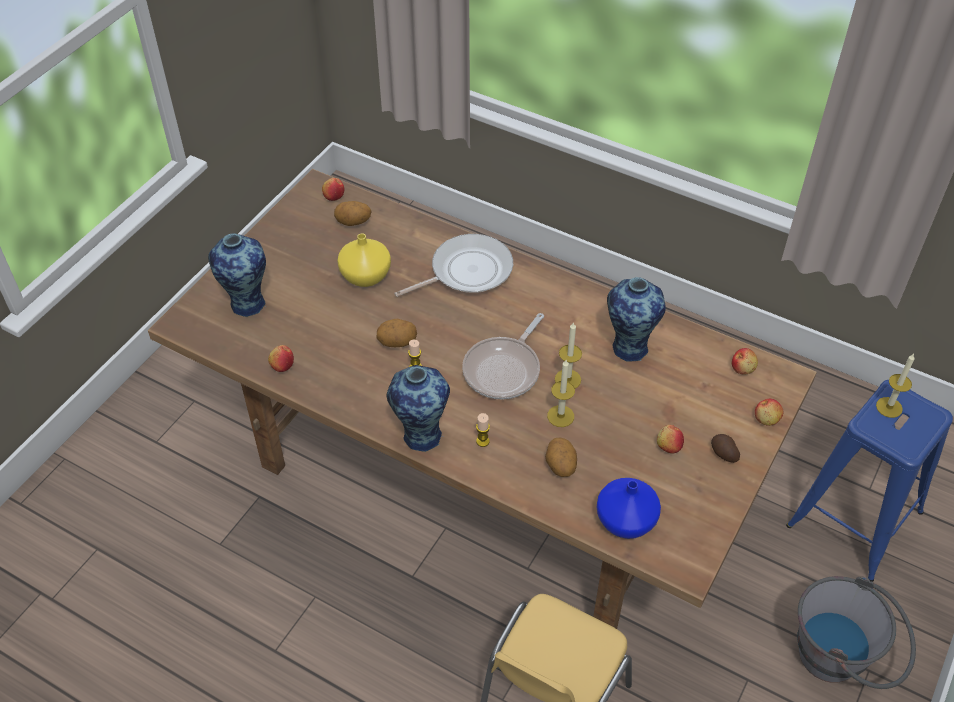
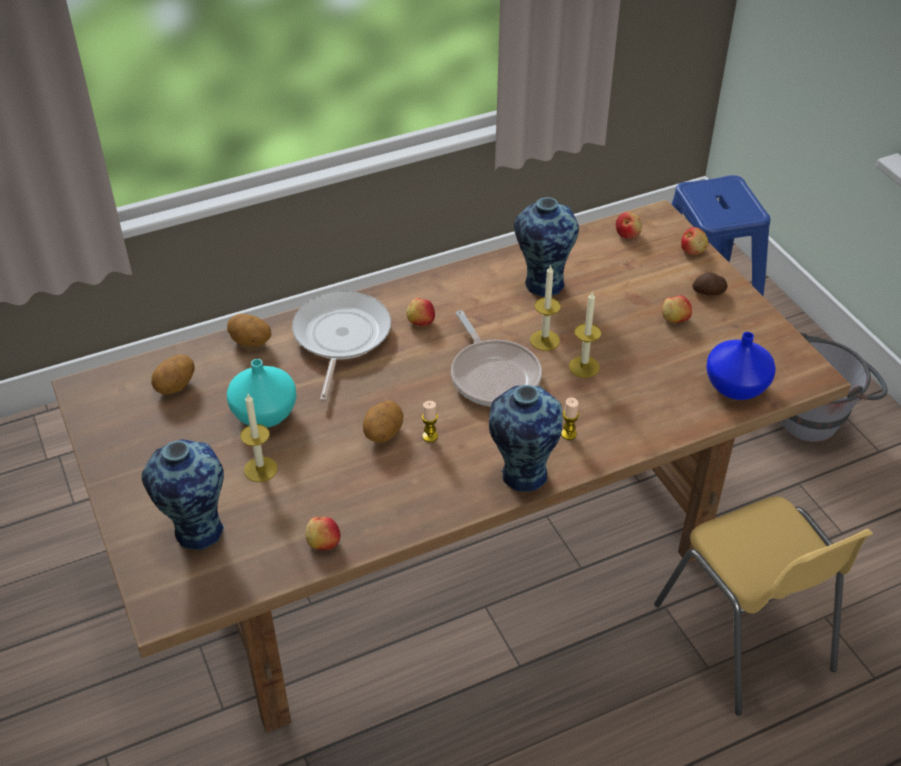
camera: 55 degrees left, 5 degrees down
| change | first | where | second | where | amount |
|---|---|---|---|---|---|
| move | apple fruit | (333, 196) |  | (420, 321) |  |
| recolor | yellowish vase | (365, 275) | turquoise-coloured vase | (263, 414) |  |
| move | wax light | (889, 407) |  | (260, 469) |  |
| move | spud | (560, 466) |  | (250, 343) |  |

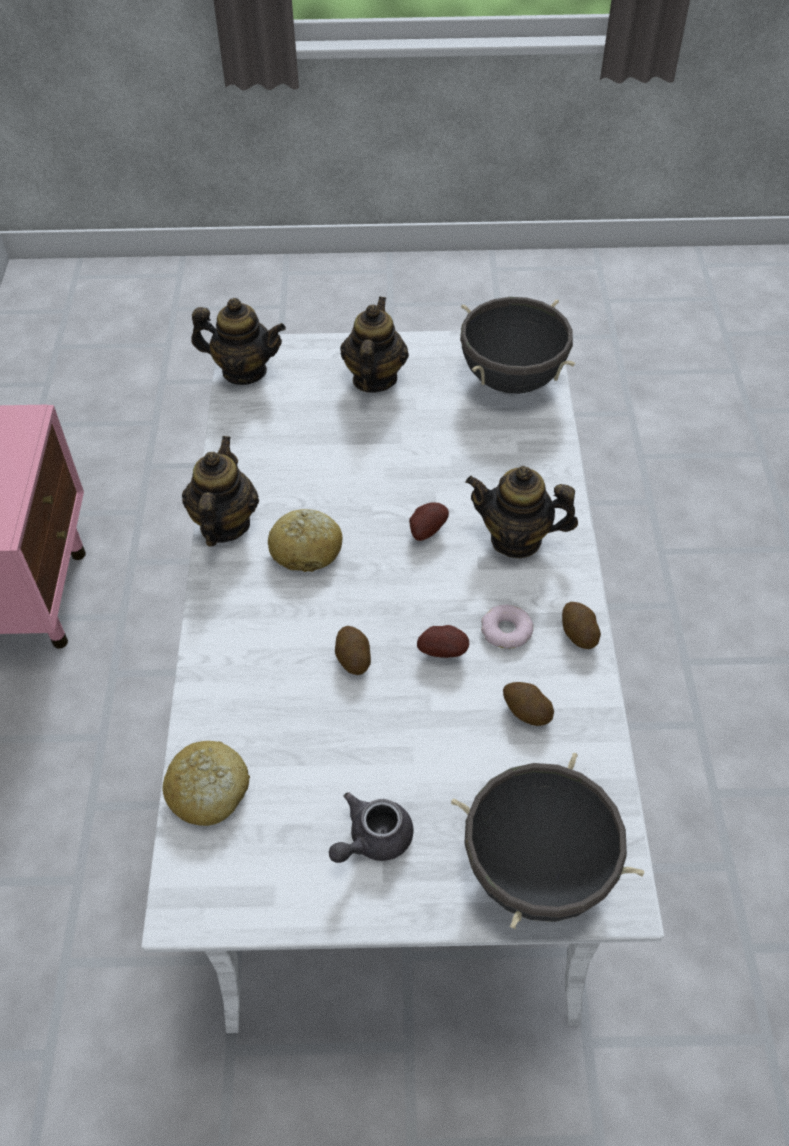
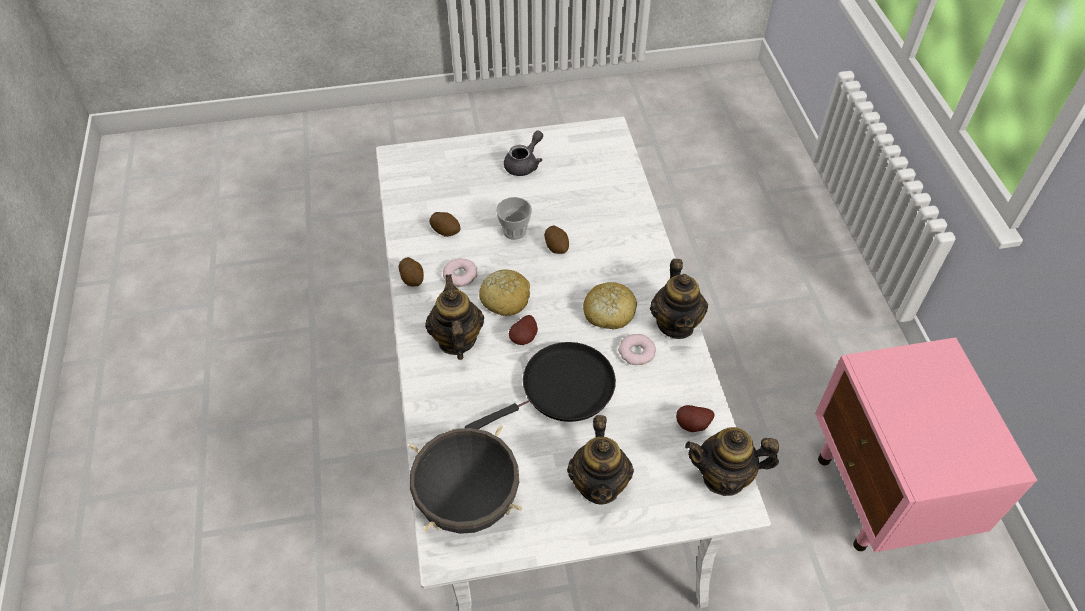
camera: 170 degrees right, 0 degrees up
| change | first | where | second | where | amount |
|---|---|---|---|---|---|
| rotate | tea pot | (516, 539) |  | (456, 340) | 105 degrees counterclockwise |
| move | spud | (443, 650) |  | (693, 426) |  |
| move | bread | (208, 791) |  | (505, 298) |  |
| delete | blackish stockpot | (536, 870) |  |  |  |
| insert |  |  | drinking cup | (514, 231) |  |
| insert |  |  | ring doughnut | (636, 352) |  |
| insert |  |  | blackish pan | (562, 389) |  |

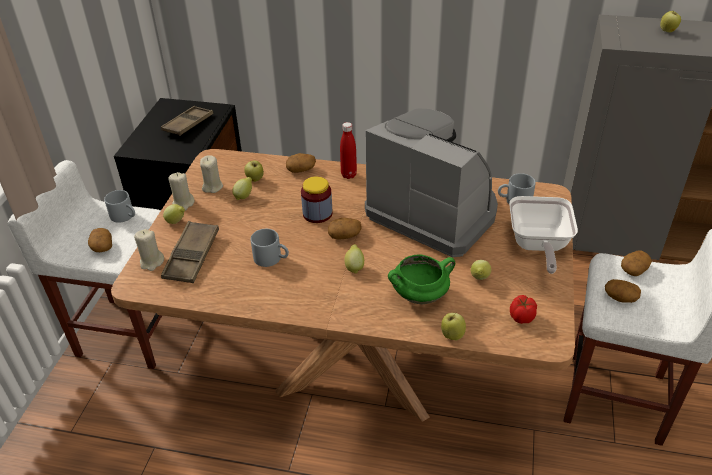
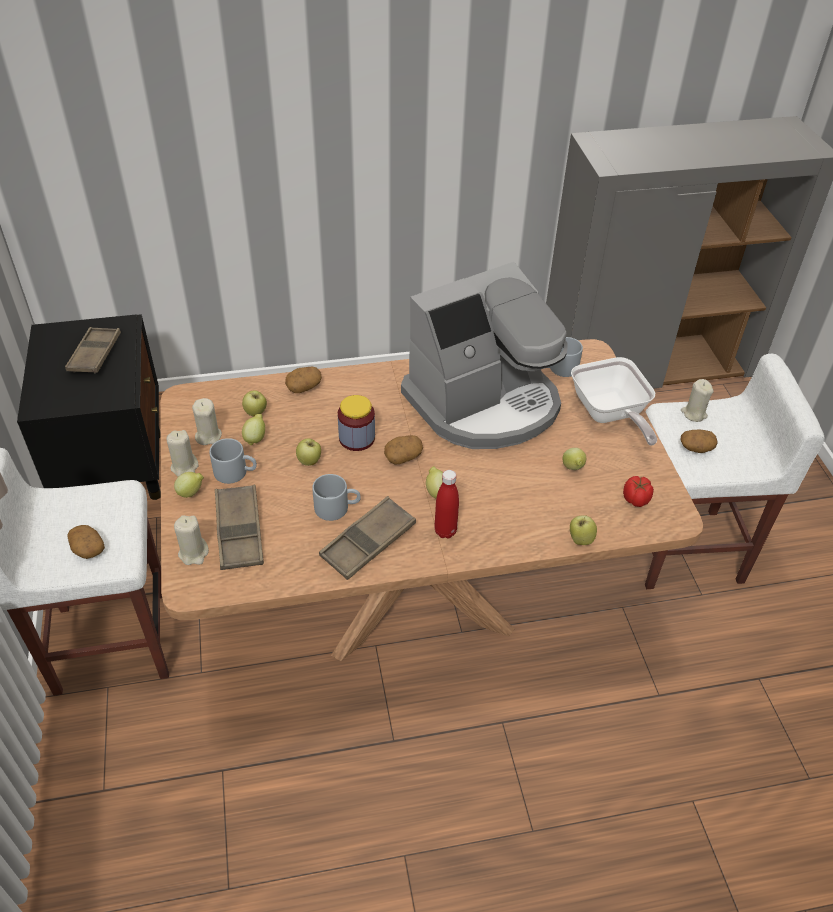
camera: 25 degrees left, 5 degrees up
| change | first | where | second | where | amount |
|---|---|---|---|---|---|
| move | apple fruit | (668, 31) |  | (309, 462) |  |
| rotate | coffee brewer | (434, 212) |  | (484, 403) | 135 degrees clockwise |
| move | reddish drink bottle | (348, 175) |  | (445, 531) |  |
| move | gray coffee mug | (125, 216) |  | (236, 472) |  |
| replace | spud | (634, 269) | sand-coloured wax light | (693, 413) |  |
| delete | green-coloured stockpot | (420, 295) |  |  |  |
| insert |  |  | brown-coloured serving tray | (368, 542) |  |

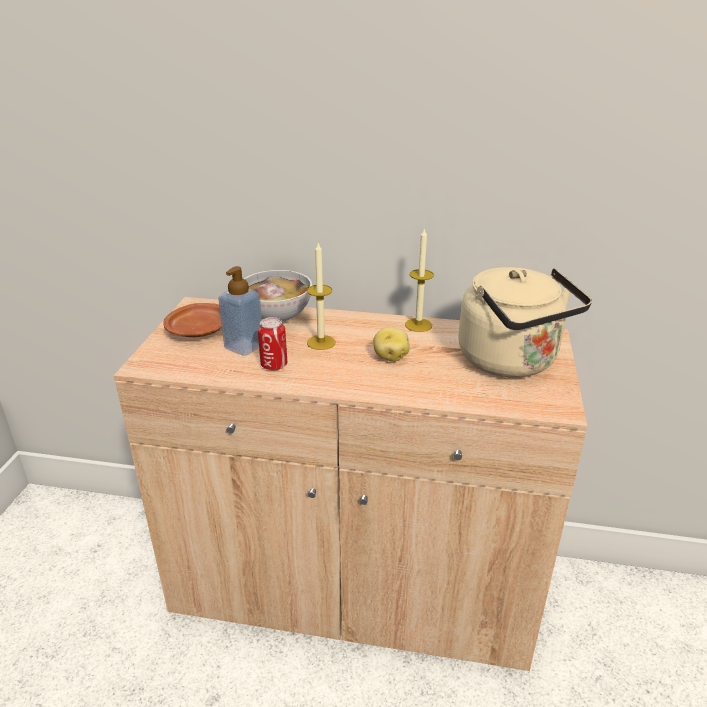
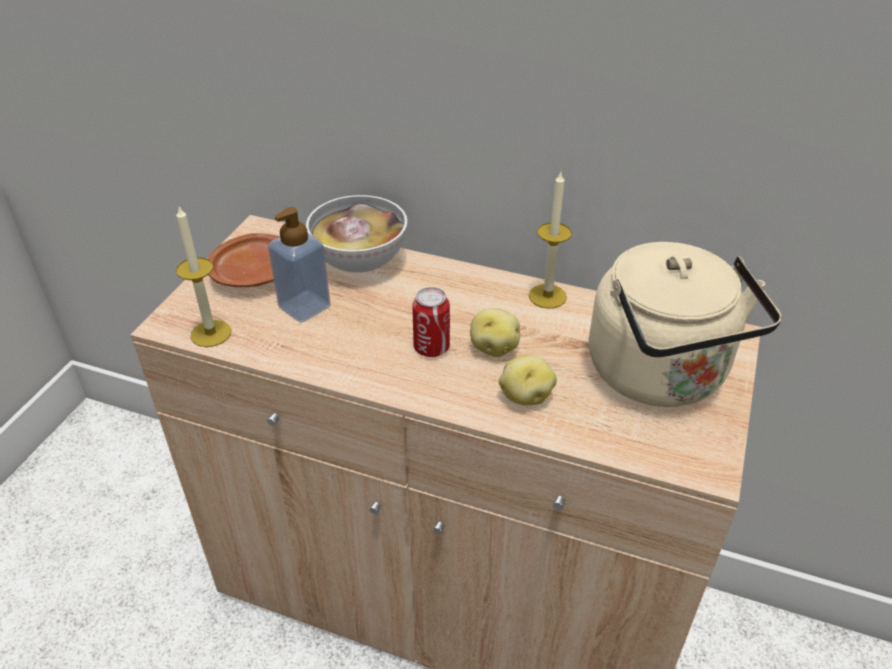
camera: 10 degrees right, 10 degrees up
| change | first | where | second | where | amount |
|---|---|---|---|---|---|
| move | wax light | (321, 342) |  | (211, 333) |  |
| move | can | (274, 365) |  | (431, 347) |  |
| insert |  |  | spud | (525, 395) |  |

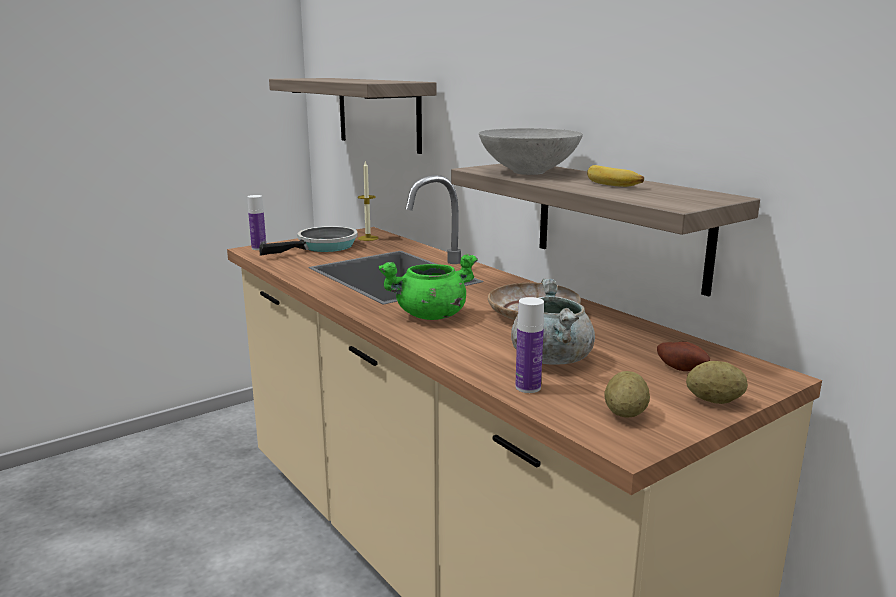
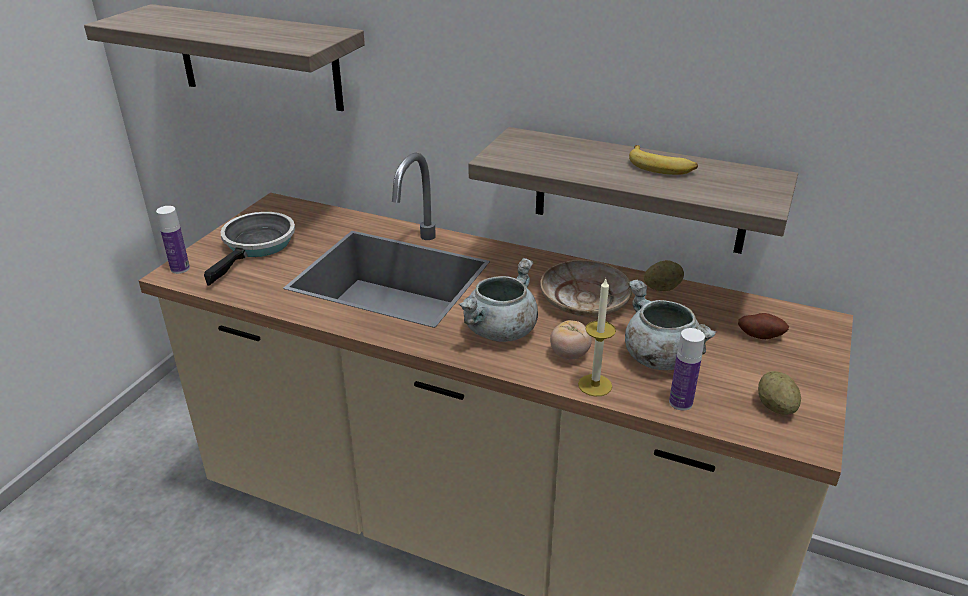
camera: 30 degrees left, 15 degrees up
| change | first | where | second | where | amount |
|---|---|---|---|---|---|
| delete | gray deep dish | (527, 172) |  |  |  |
| move | wax light | (368, 238) |  | (595, 385) |  |
| recolor | green-coloured stockpot | (430, 316) | gray stockpot | (500, 331) |  |
| move | spud | (714, 401) |  | (662, 288) |  |
| insert |  |  | whole tomato | (569, 354) |  |

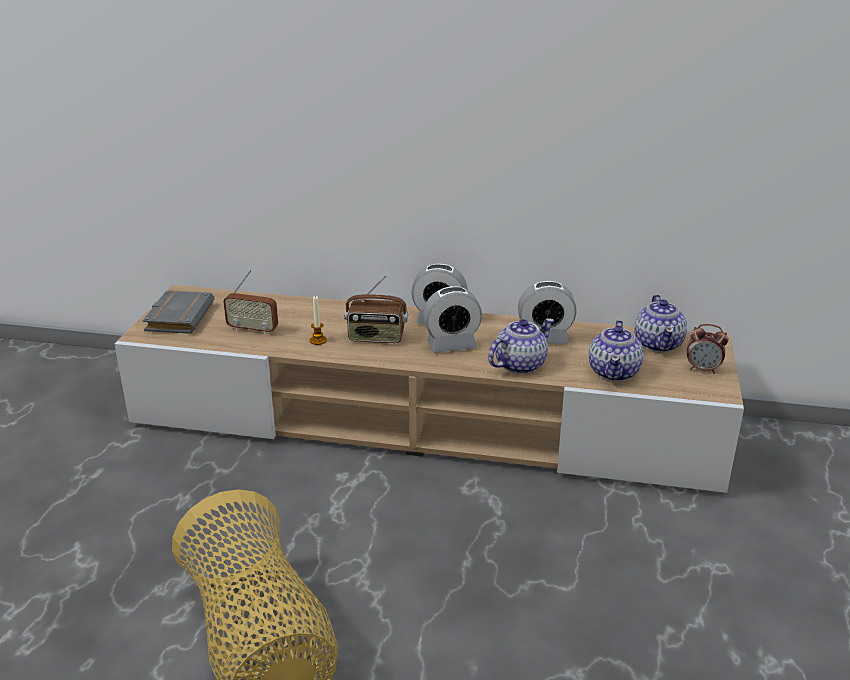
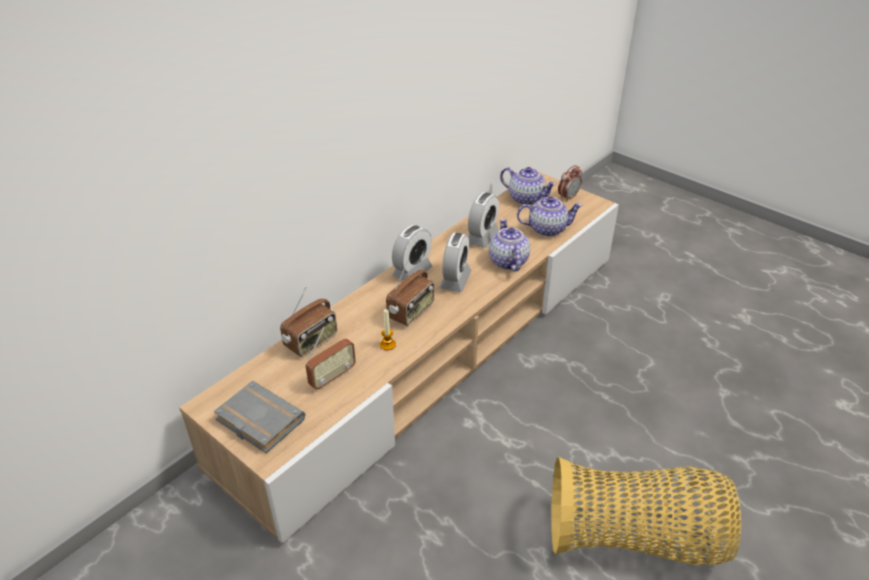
camera: 60 degrees left, 10 degrees up
| change | first | where | second | where | amount |
|---|---|---|---|---|---|
| rotate | tea pot | (614, 372) |  | (546, 229) | 45 degrees counterclockwise |
| insert |  |  | radio receiver | (311, 342) |  |

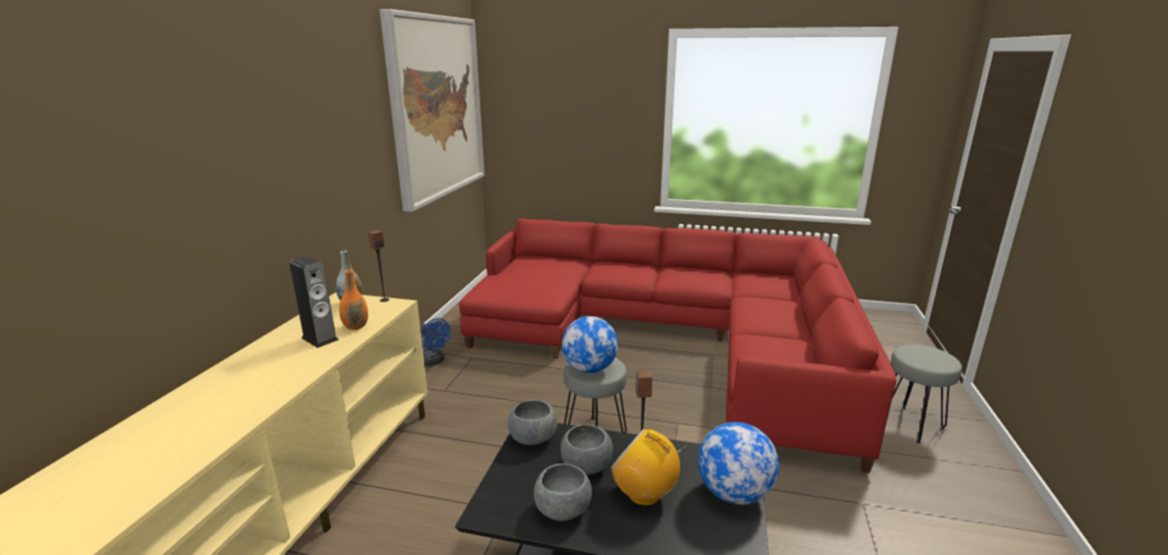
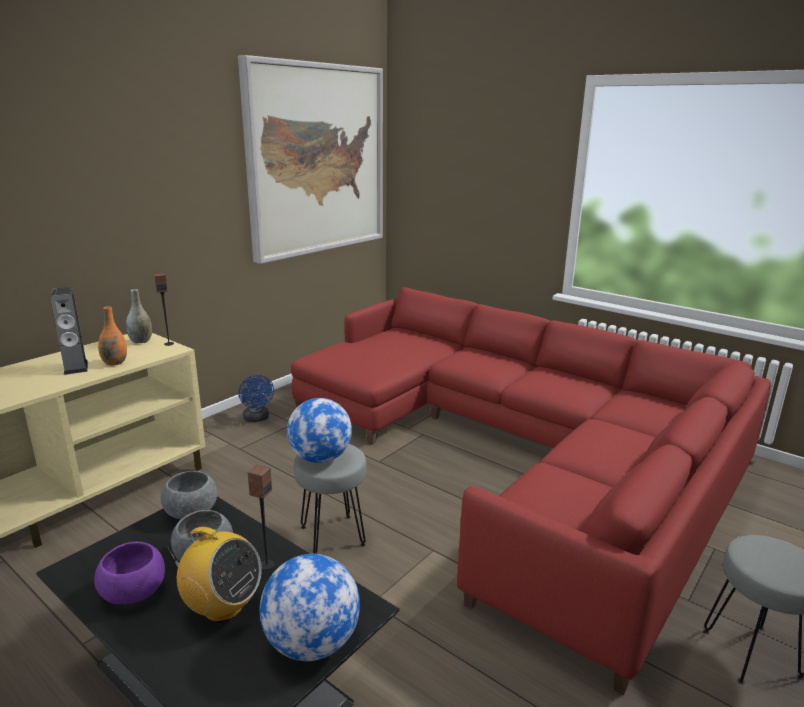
camera: 25 degrees right, 0 degrees up
| change | first | where | second | where | amount |
|---|---|---|---|---|---|
| rotate | radio receiver | (644, 494) |  | (222, 607) | 150 degrees clockwise |
| recolor | gray deep dish | (563, 509) | purple deep dish | (134, 592) |  |

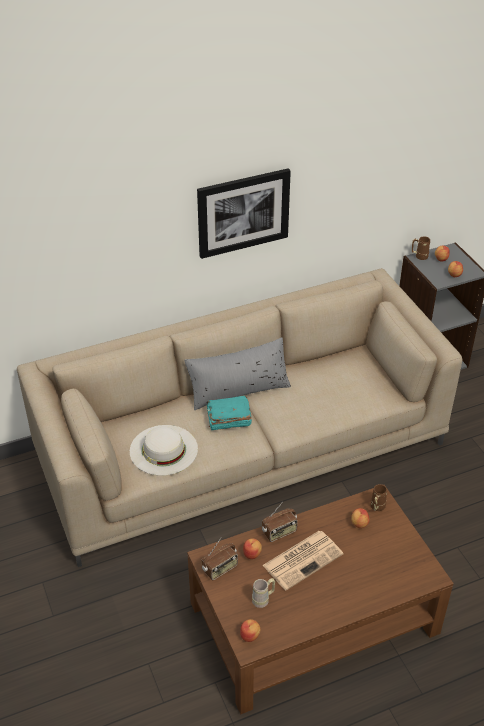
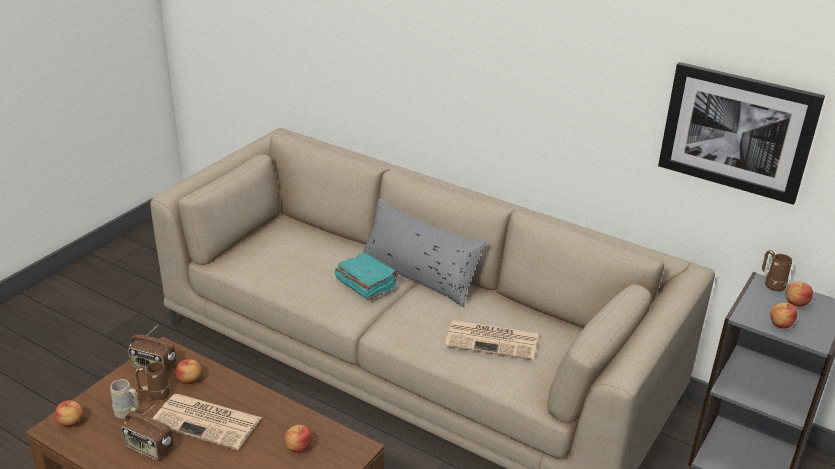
camera: 55 degrees right, 10 degrees down
| change | first | where | second | where | amount |
|---|---|---|---|---|---|
| move | wall art | (243, 212) |  | (737, 131) |  |
| delete | white hat | (163, 450) |  |  |  |
| move | brown-coloured coffee mug | (376, 508) |  | (154, 394) |  |
| move | radio receiver | (279, 532) |  | (149, 448) |  |
| insert |  |  | daily paper | (493, 340) |  |

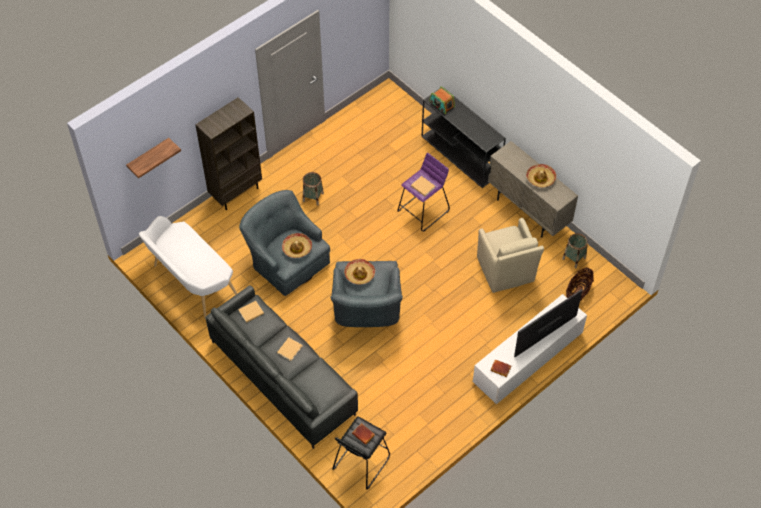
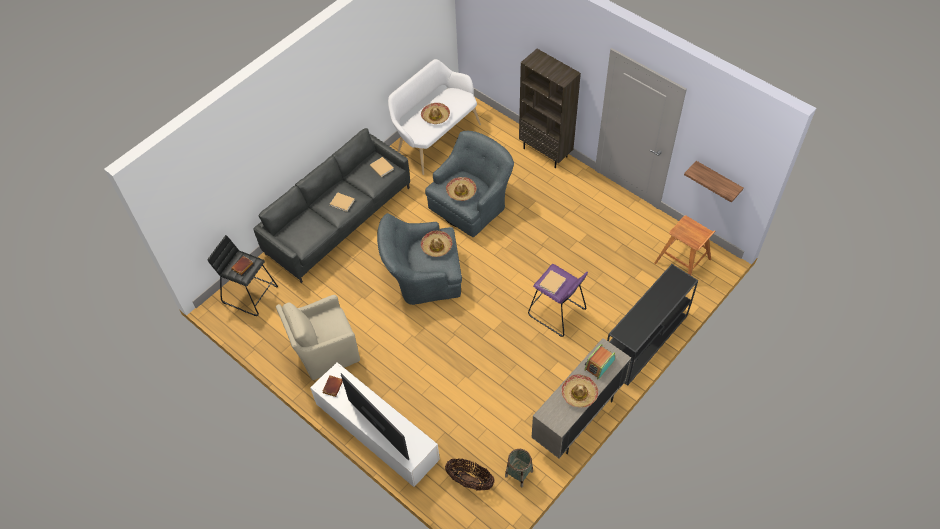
camera: 85 degrees right, 0 degrees up
| change | first | where | second | where | amount |
|---|---|---|---|---|---|
| move | radio receiver | (441, 104) |  | (599, 364) |  |
| move | shelf | (149, 157) |  | (717, 180) |  |
| delete | storage basket | (313, 197) |  |  |  |
| move | sand-coloured armchair | (506, 271) |  | (325, 352) |  |
| insert |  |  | hat | (435, 116) |  |
| insert |  |  | brown-coloured stool | (683, 261) |  |

